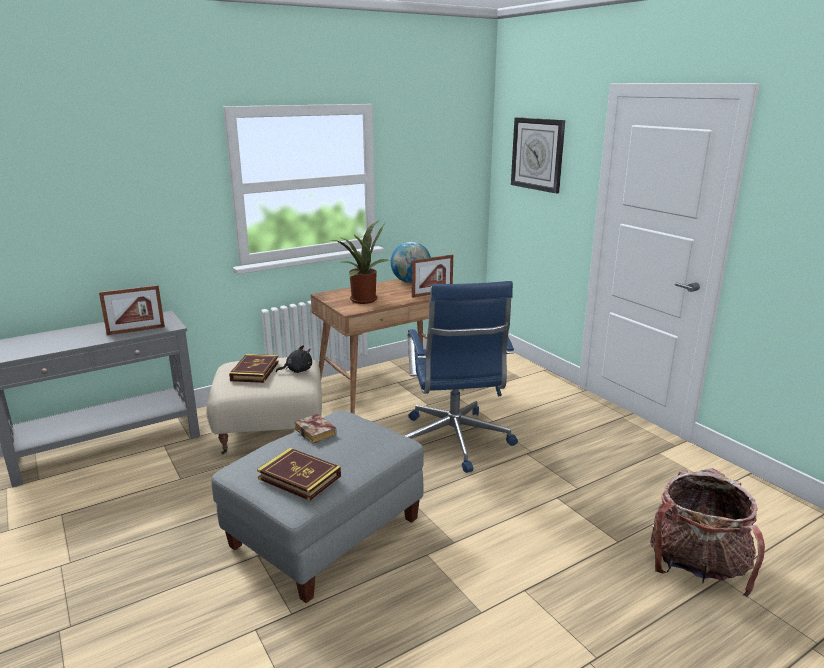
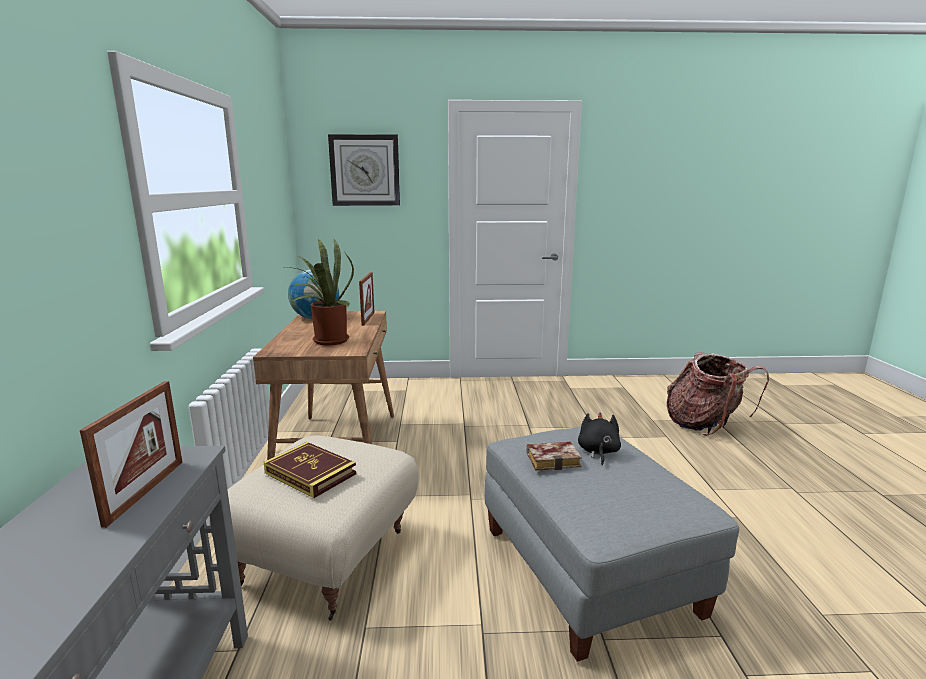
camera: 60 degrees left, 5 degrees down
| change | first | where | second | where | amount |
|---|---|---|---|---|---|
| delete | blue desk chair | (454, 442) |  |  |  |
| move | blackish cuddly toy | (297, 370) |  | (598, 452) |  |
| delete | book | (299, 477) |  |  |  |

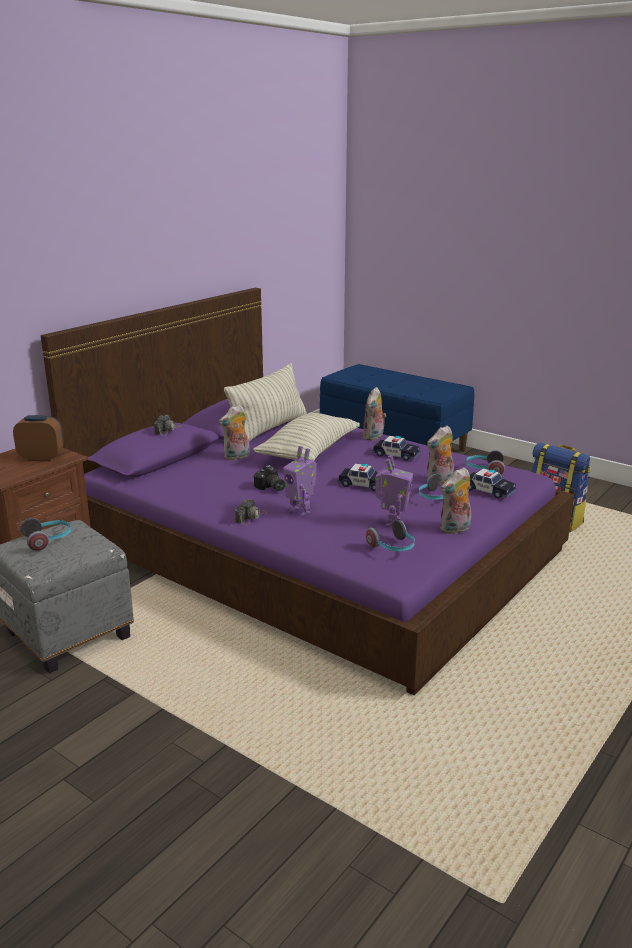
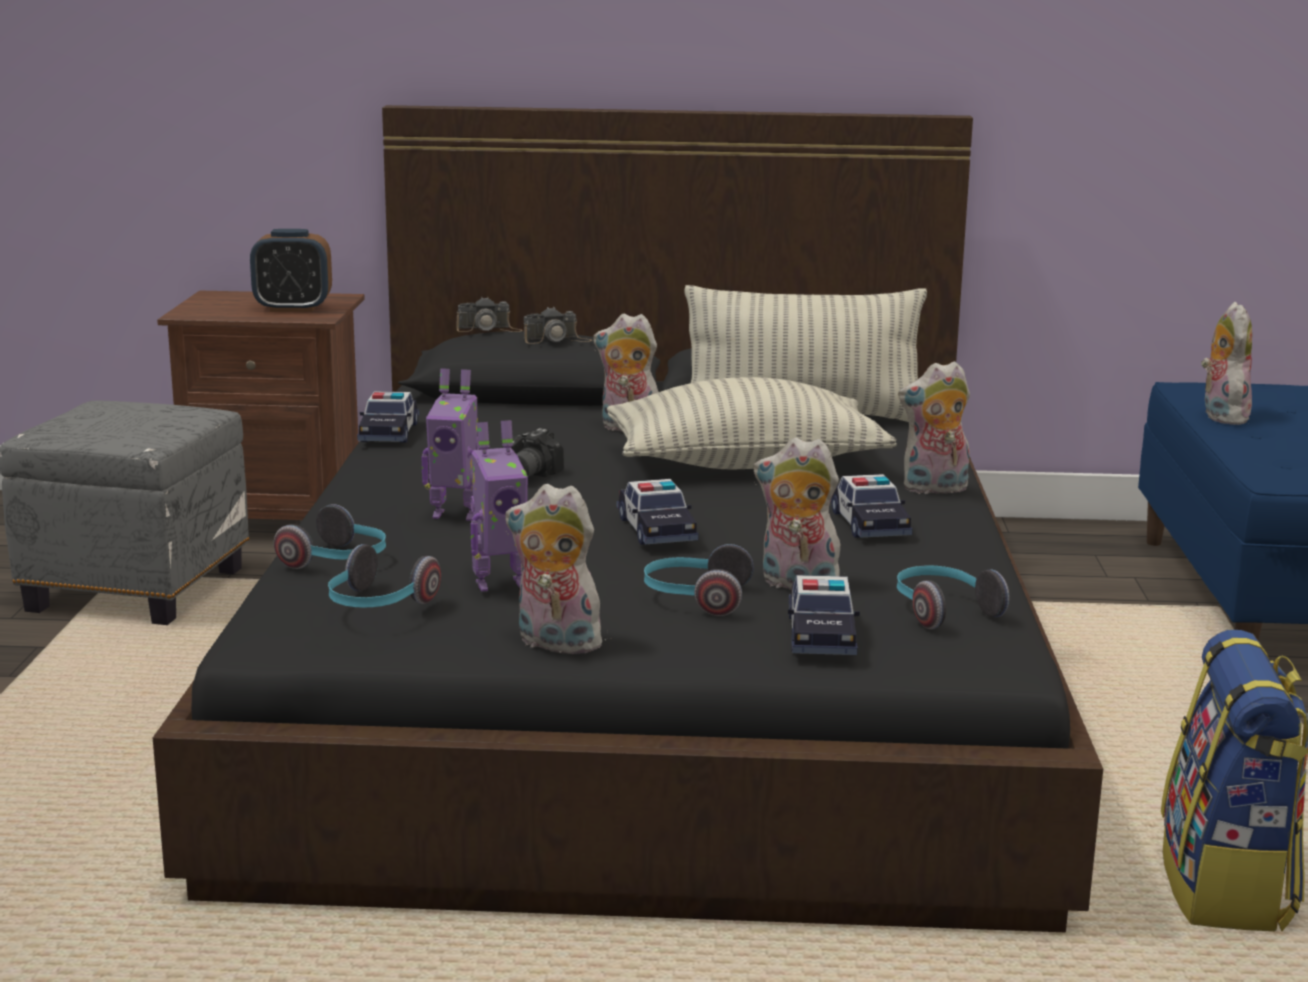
camera: 55 degrees right, 5 degrees down
| change | first | where | second | where | amount |
|---|---|---|---|---|---|
| recolor | purple bedroom bed | (315, 545) | blackish bedroom bed | (653, 663) |  |
| rotate | alarm clock | (42, 458) |  | (293, 308) | 120 degrees clockwise |
| rotate | robot figure | (300, 511) |  | (455, 514) | 90 degrees counterclockwise |
| move | photo camera | (251, 517) |  | (489, 329) |  |
| move | headset | (48, 540) |  | (338, 561) |  |
| insert |  |  | cuddly toy | (1221, 416) |  |
| insert |  |  | miniature car | (389, 432) |  |

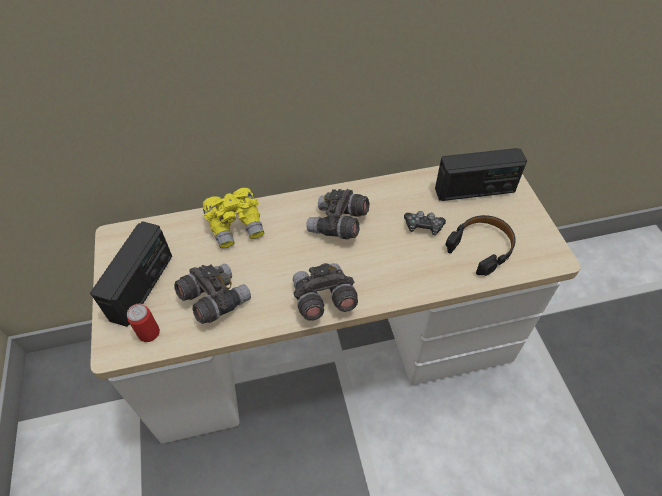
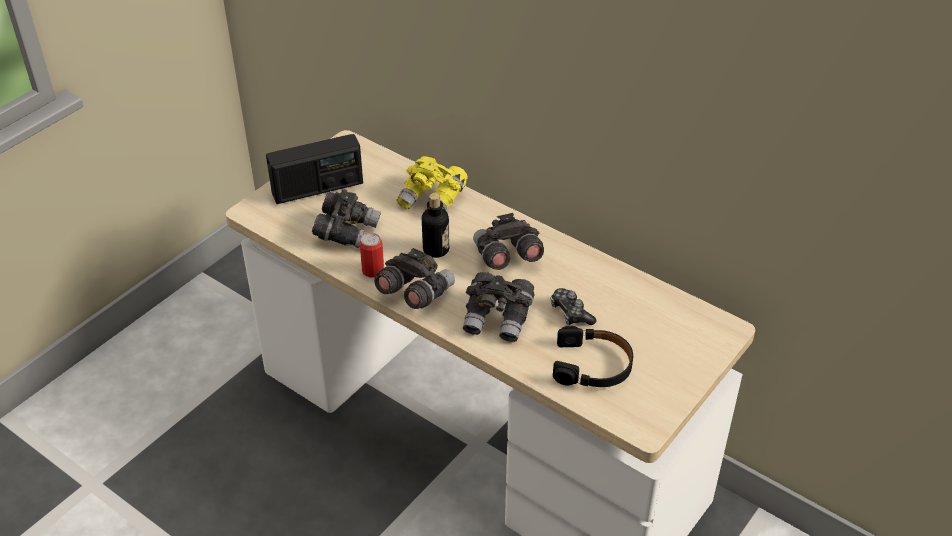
camera: 50 degrees right, 10 degrees down
| change | first | where | second | where | amount |
|---|---|---|---|---|---|
| delete | radio receiver | (475, 190) |  |  |  |
| move | can | (149, 333) |  | (373, 271) |  |
| insert |  |  | drink bottle | (436, 249) |  |
| insert |  |  | gray binoculars | (498, 318) |  |

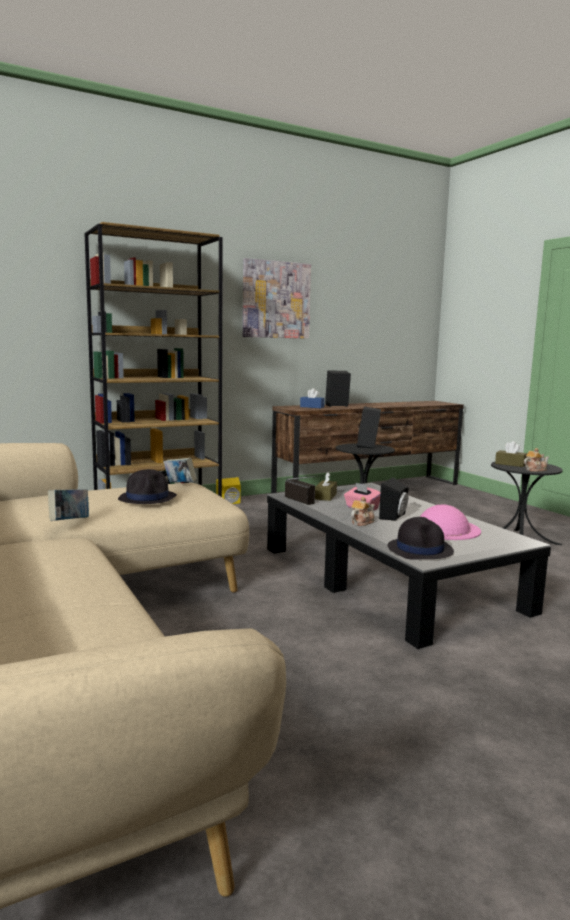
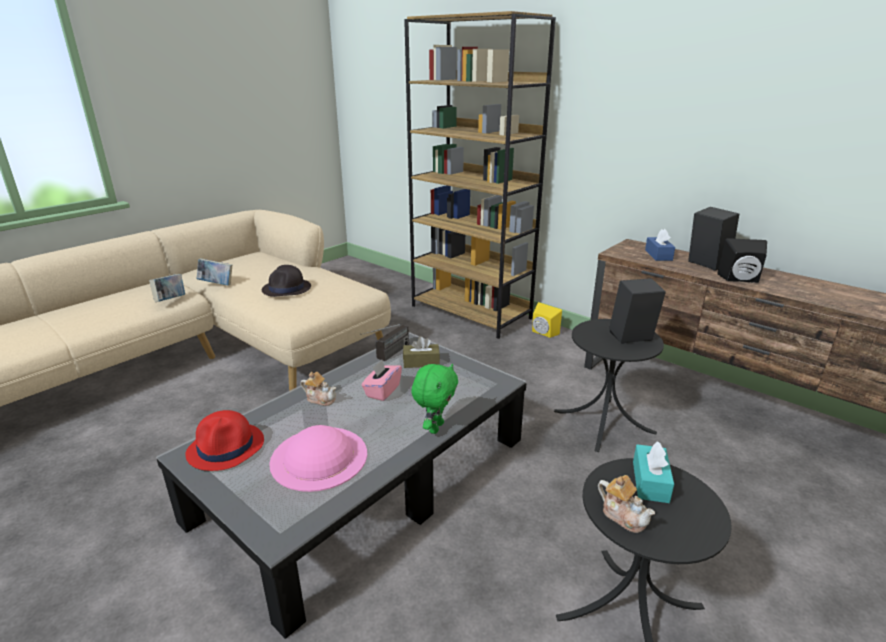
camera: 70 degrees right, 15 degrees up
| change | first | where | second | where | amount |
|---|---|---|---|---|---|
| delete | wall art | (276, 300) |  |  |  |
| recolor | brown-coloured tissue holder | (510, 464) | turquoise-coloured tissue holder | (650, 482) |  |
| move | book | (180, 484) |  | (170, 300) |  |
| move | blackish audio speaker | (395, 516) |  | (740, 280) |  |
| recolor | blackish hat | (420, 549) | reddish hat | (226, 447) |  |
| insert |  |  | green-coloured cuddly toy | (435, 427) |  |

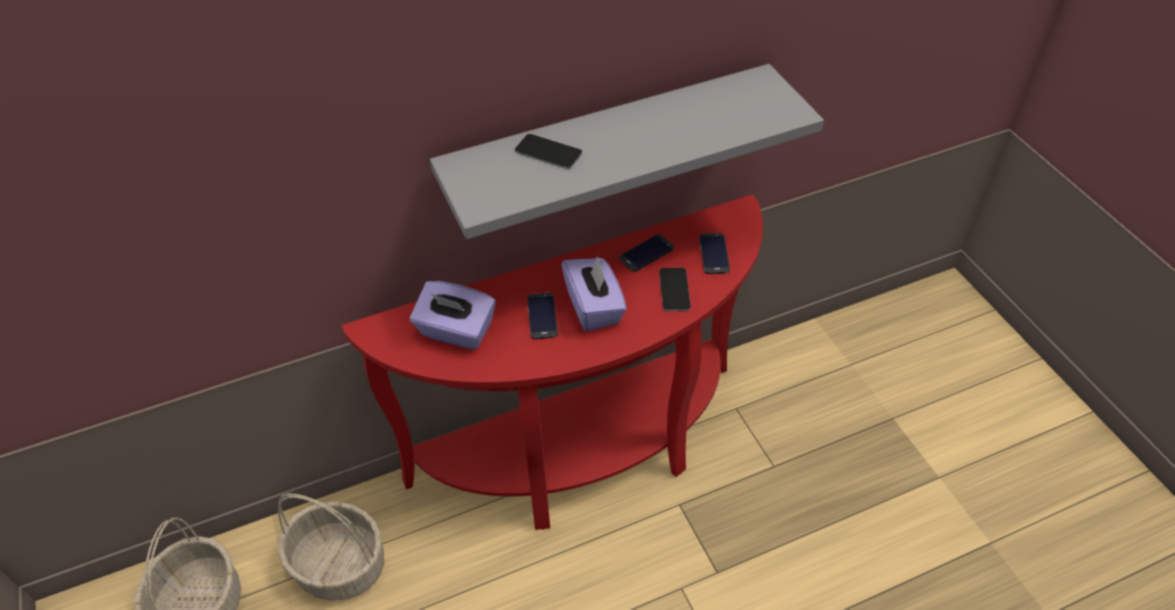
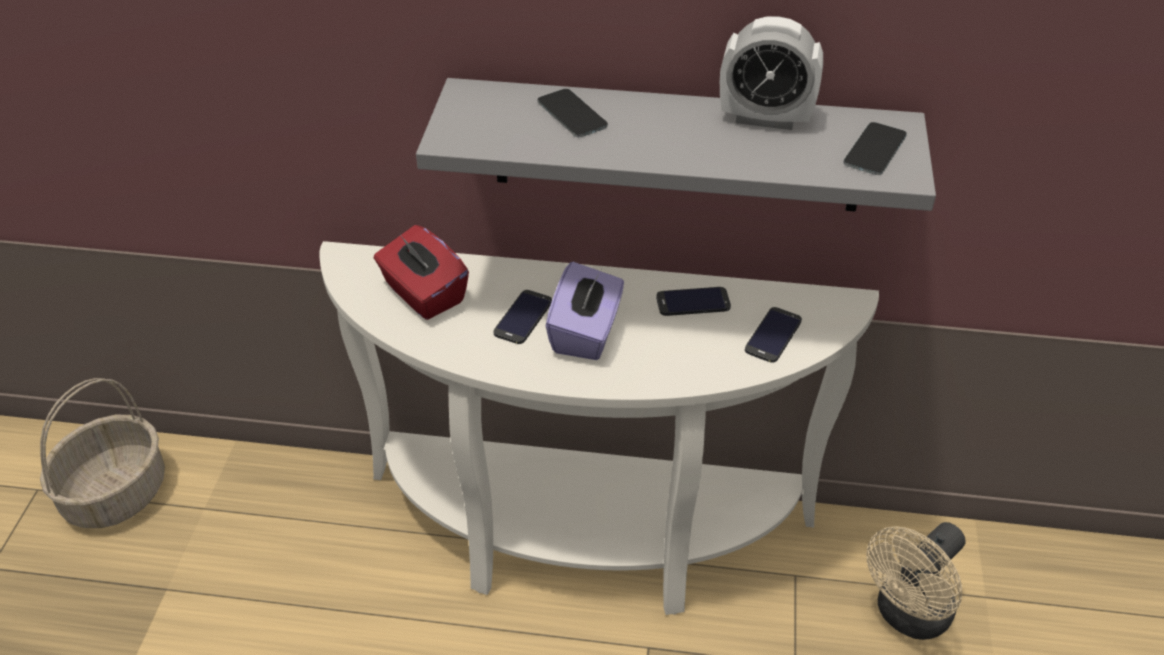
camera: 30 degrees right, 5 degrees down
| change | first | where | second | where | amount |
|---|---|---|---|---|---|
| recolor | reddish console table | (587, 455) | white console table | (583, 540) |  |
| move | phone | (674, 289) |  | (875, 149) |  |
| recolor | purple tissue holder | (456, 331) | reddish tissue holder | (423, 294) |  |
| delete | storage basket | (339, 566) |  |  |  |
| insert |  |  | alarm clock | (765, 118) |  |
| insert |  |  | sand-coloured electric fan | (907, 616) |  |

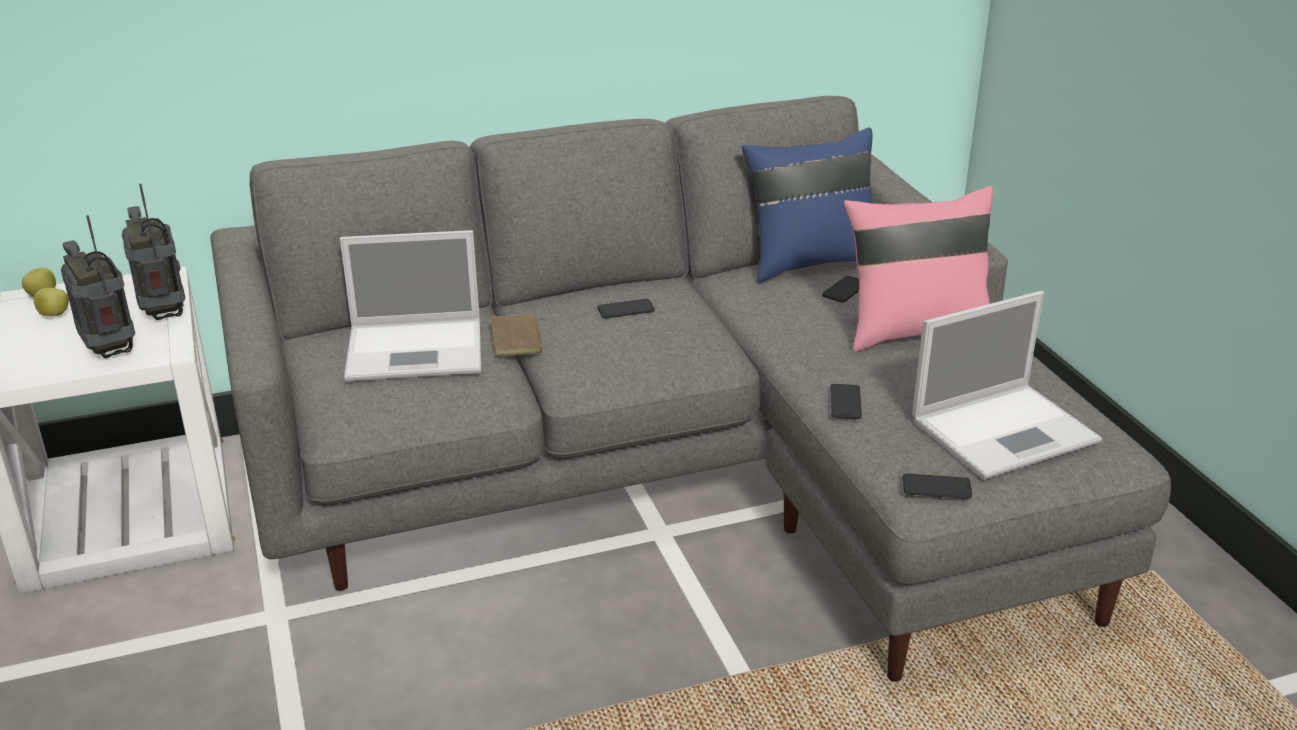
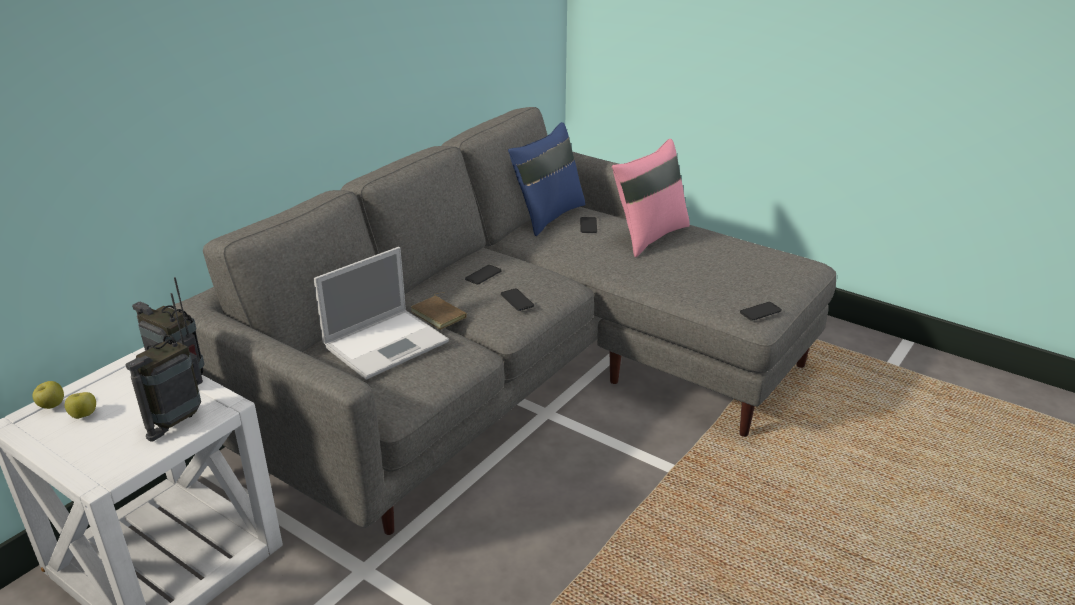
camera: 35 degrees left, 0 degrees up
| change | first | where | second | where | amount |
|---|---|---|---|---|---|
| rotate | radio receiver | (110, 350) |  | (175, 421) | 75 degrees counterclockwise |
| delete | laptop | (1006, 430) |  |  |  |
| move | phone | (845, 402) |  | (517, 300) |  |

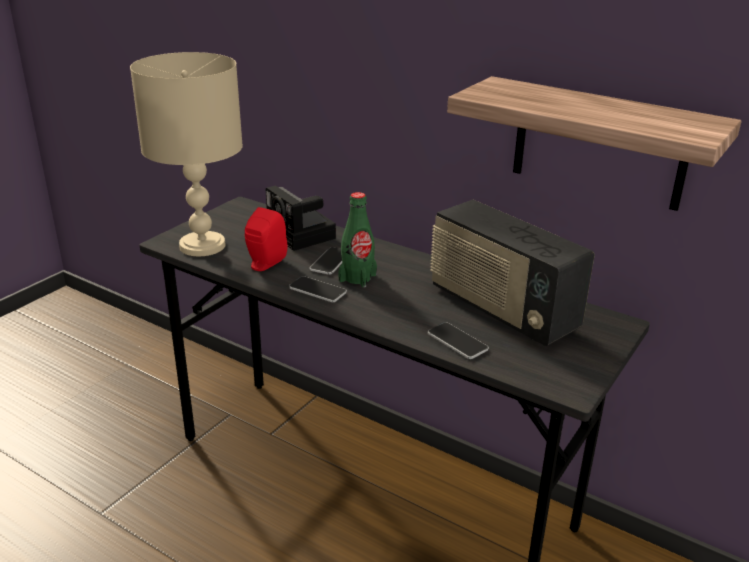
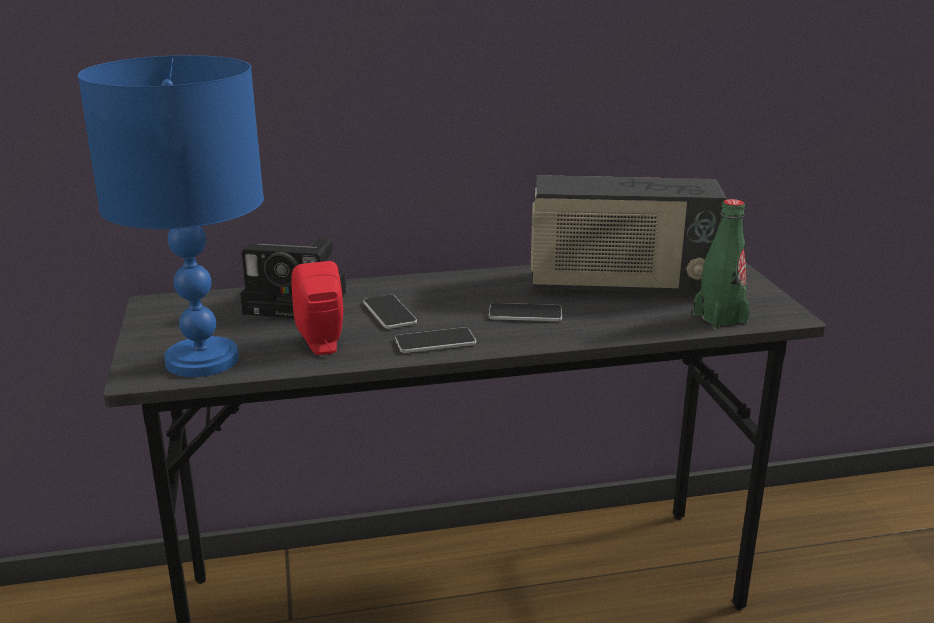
camera: 45 degrees left, 5 degrees down
| change | first | where | second | where | amount |
|---|---|---|---|---|---|
| recolor | sand-coloured table lamp | (203, 246) | blue table lamp | (204, 360) |  |
| delete | shelf | (599, 144) |  |  |  |
| move | green-coloured drink bottle | (357, 278) |  | (719, 318) |  |
| move | phone | (457, 342) |  | (525, 314) |  |

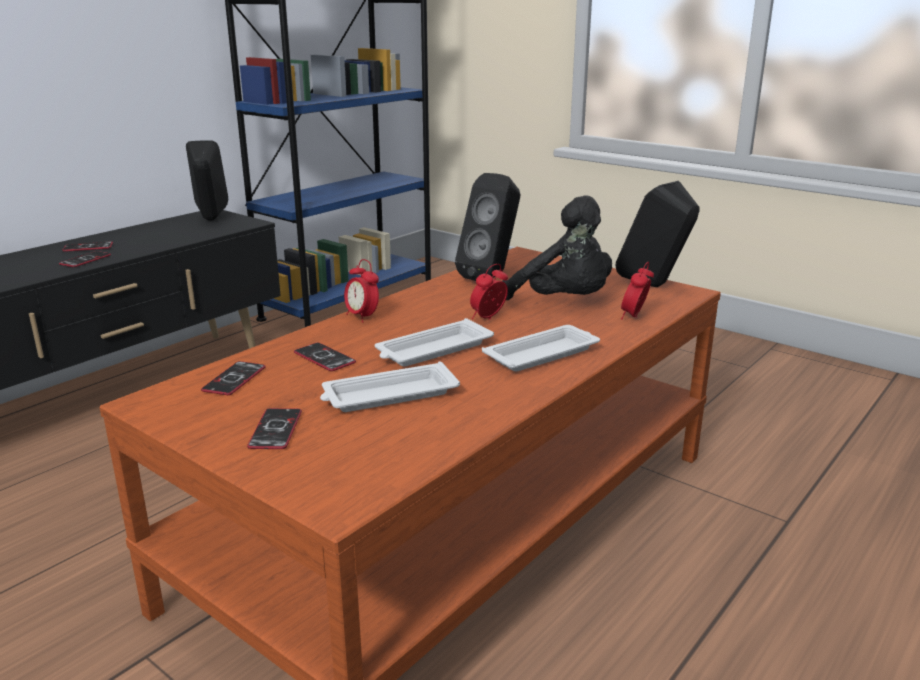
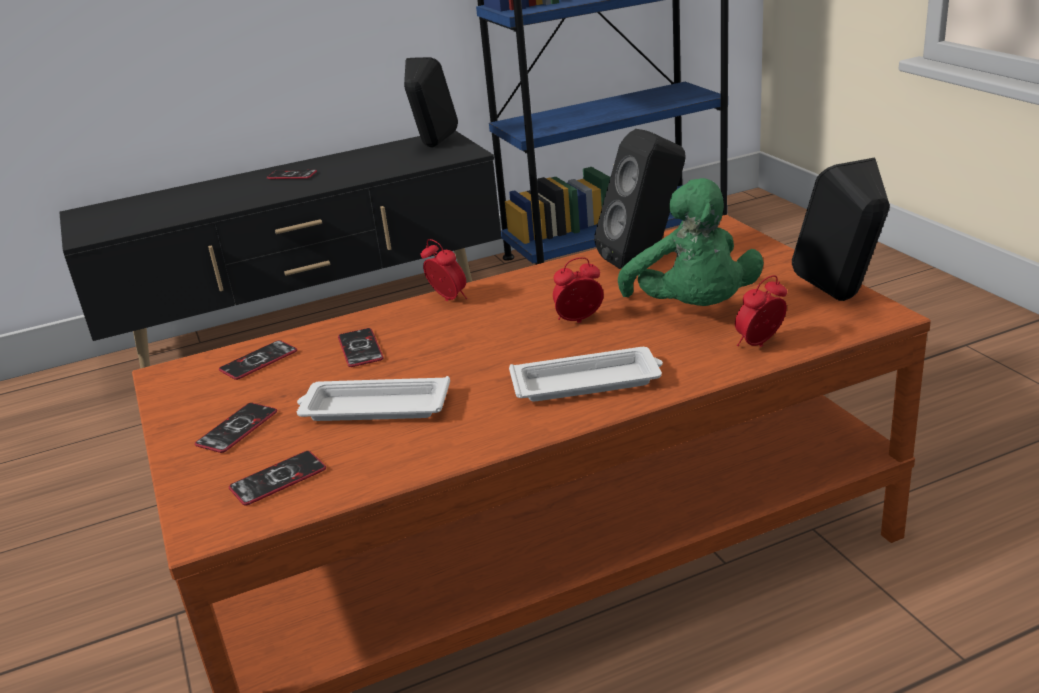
camera: 30 degrees right, 5 degrees up
| change | first | where | second | where | amount |
|---|---|---|---|---|---|
| recolor | blackish cuddly toy | (564, 302) | green-coloured cuddly toy | (692, 310) |  |
| move | phone | (85, 260) |  | (278, 479) |  |
| rotate | alarm clock | (362, 317) |  | (448, 299) | 150 degrees clockwise |
| delete | white serving tray | (432, 350) |  |  |  |

